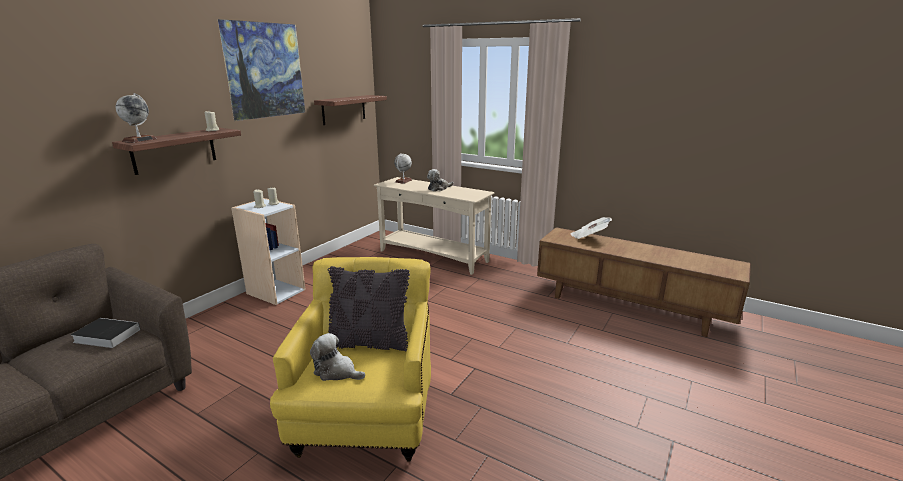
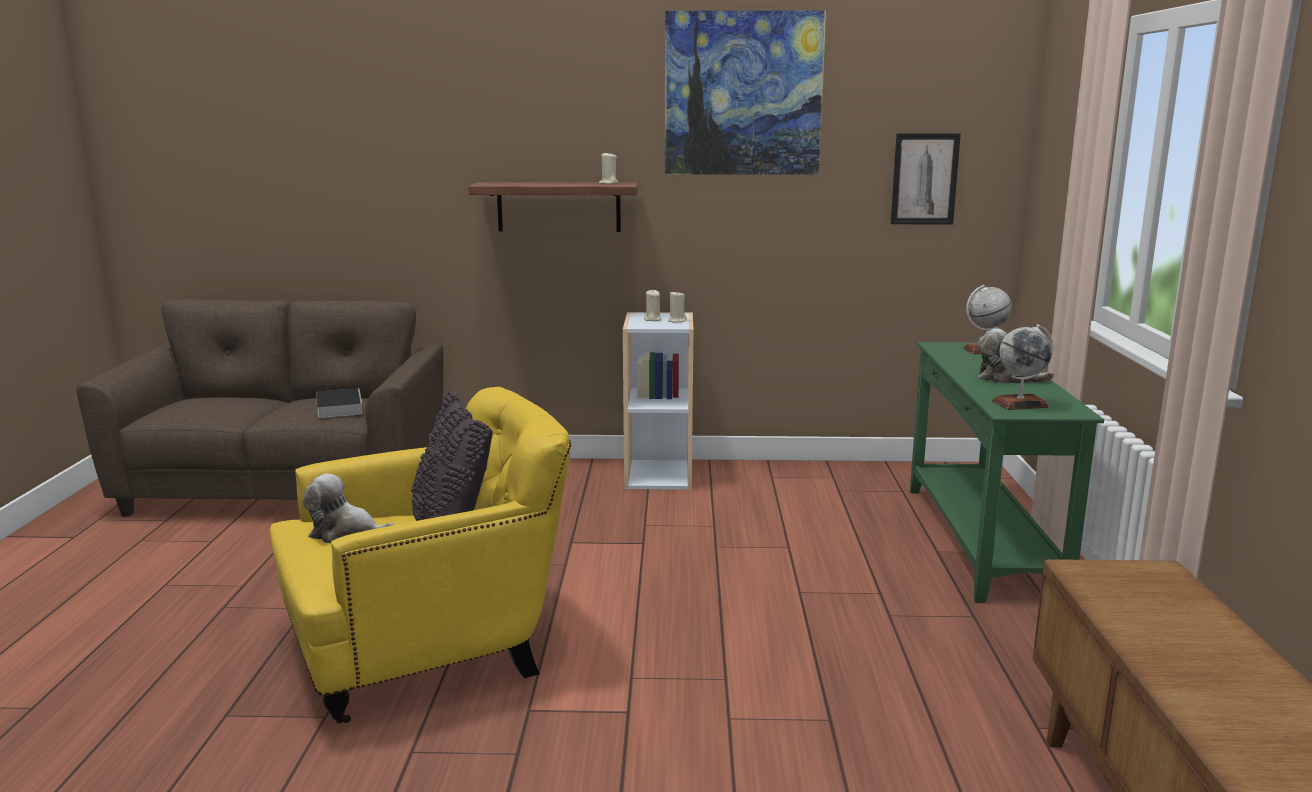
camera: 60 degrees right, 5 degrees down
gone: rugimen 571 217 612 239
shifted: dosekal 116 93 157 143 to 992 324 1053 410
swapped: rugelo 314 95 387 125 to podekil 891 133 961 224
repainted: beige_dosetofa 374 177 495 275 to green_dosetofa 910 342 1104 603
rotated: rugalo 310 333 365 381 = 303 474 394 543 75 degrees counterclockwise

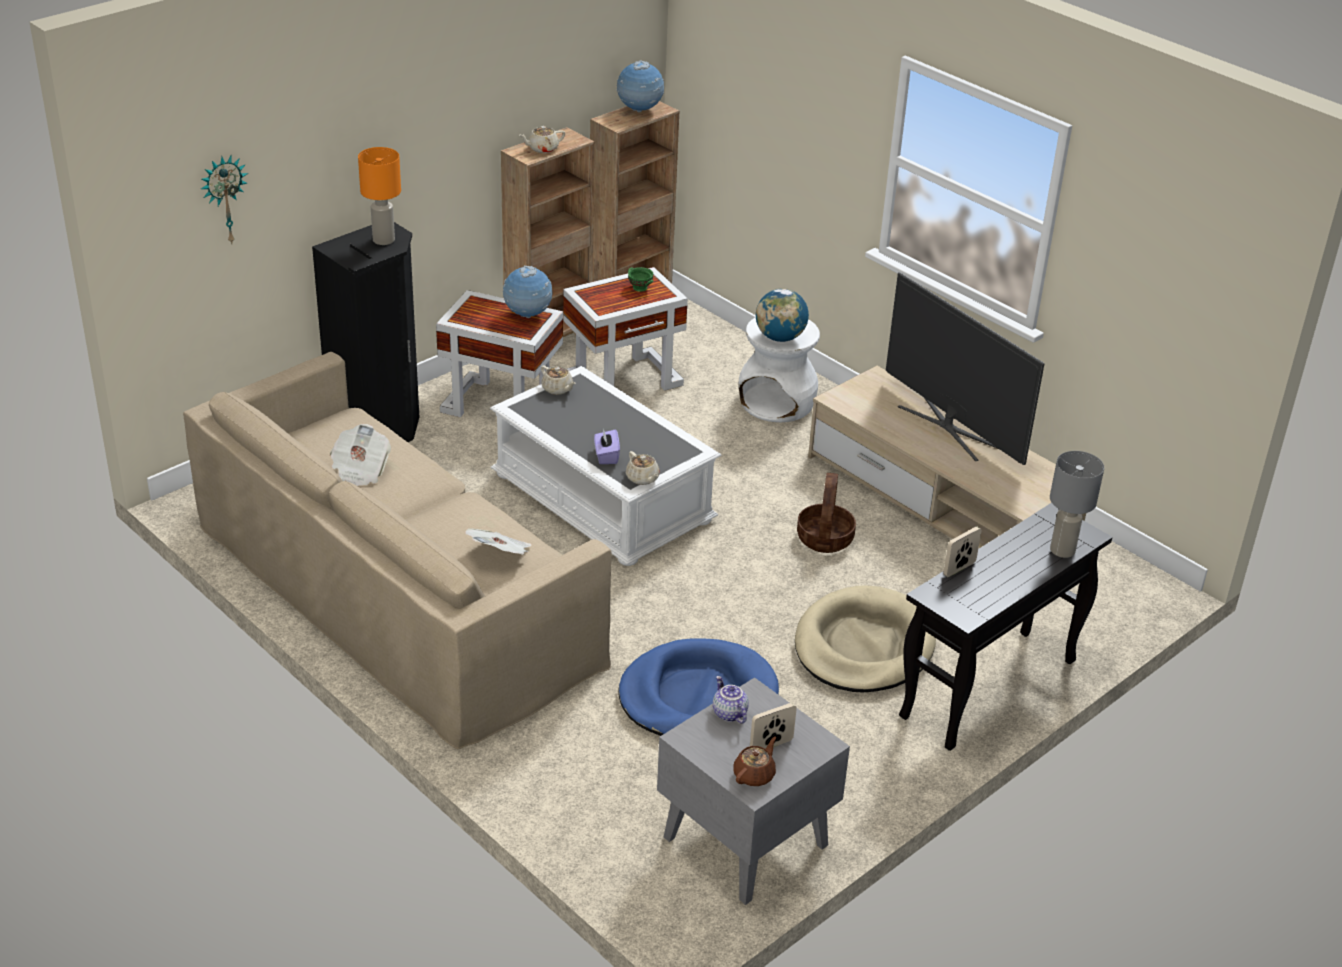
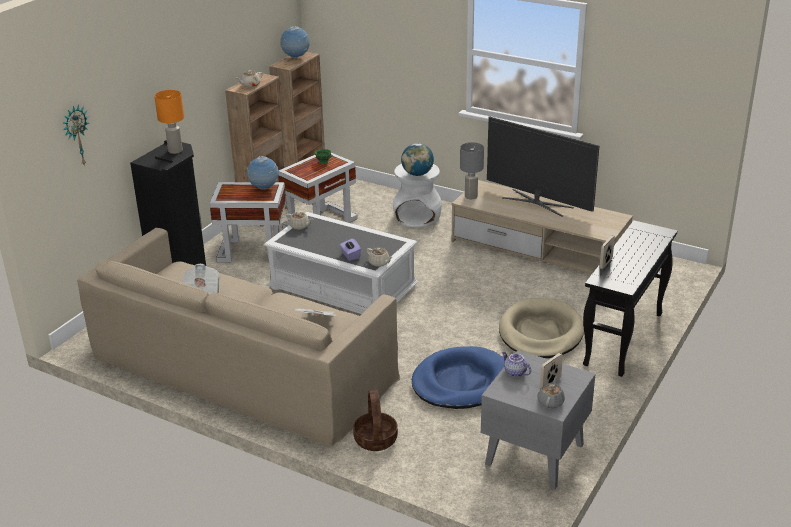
camera: 15 degrees left, 5 degrees down
shifted: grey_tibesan 1050 451 1104 558 to 460 142 484 199; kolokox 797 473 856 553 to 353 390 398 451
repainted: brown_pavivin 733 736 776 786 to grey_pavivin 537 376 565 408

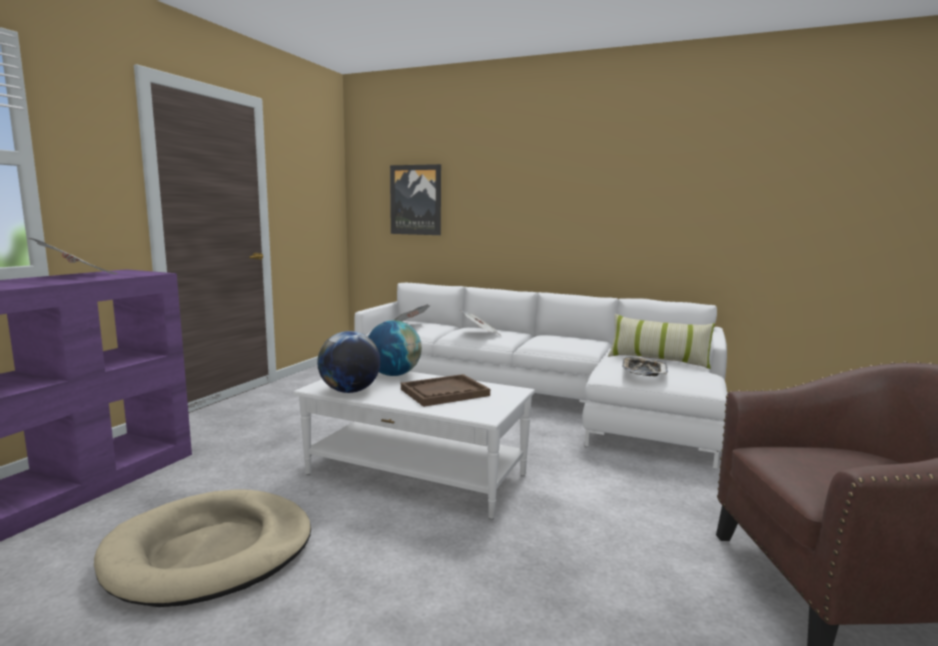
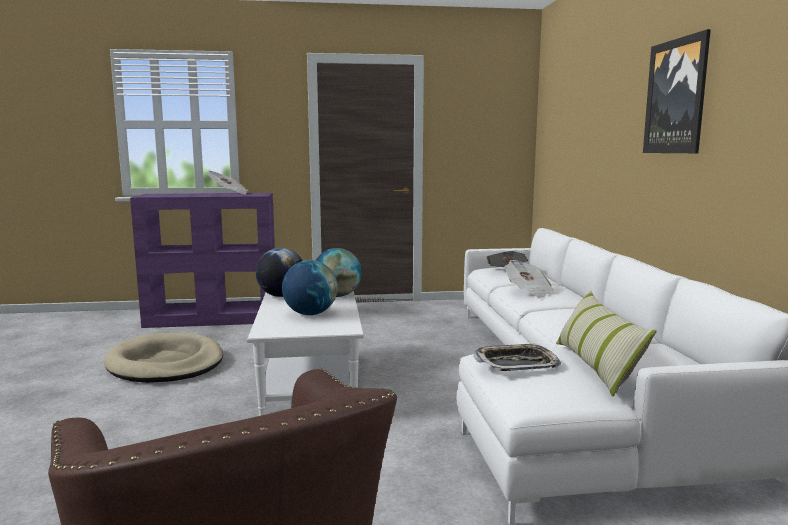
camera: 60 degrees right, 0 degrees up
shifted: podekil 390 164 441 235 to 643 29 711 153
swapped: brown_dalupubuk 401 374 490 407 to dosekal 282 260 338 315

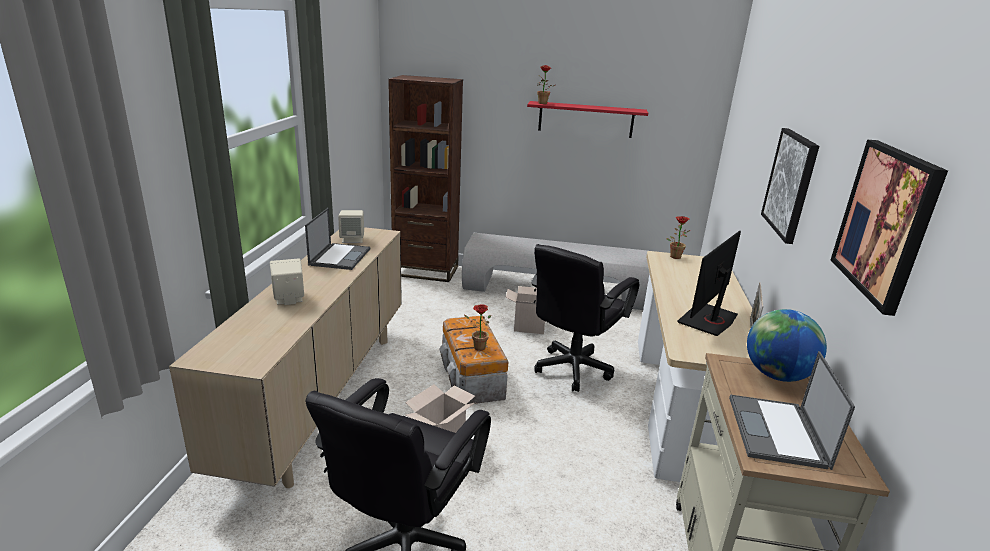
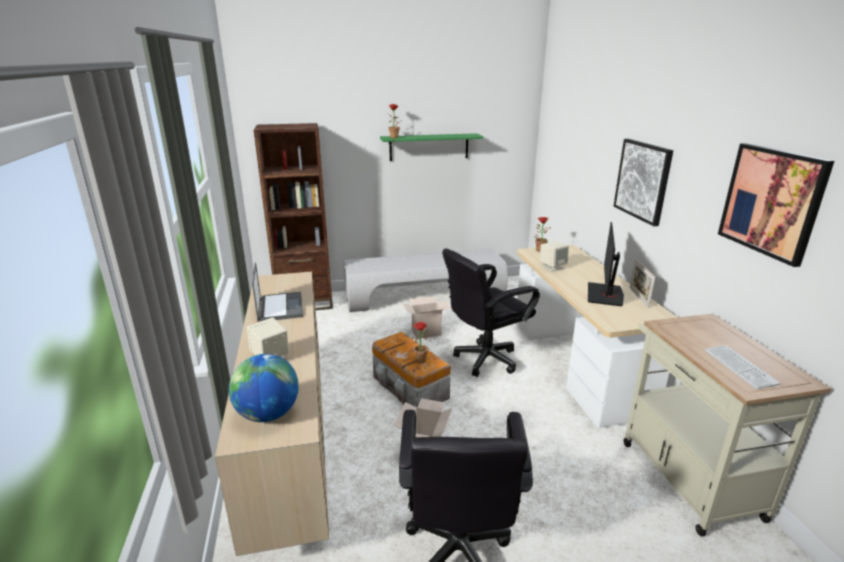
camera: 20 degrees left, 0 degrees up
shifted: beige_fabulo 338 210 364 243 to 540 241 569 271; dosekal 747 309 827 382 to 229 354 299 422
swapped: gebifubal 729 351 855 470 to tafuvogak 705 345 780 389
repainted: red_rugelo 527 101 648 138 to green_rugelo 380 133 483 161
rotated: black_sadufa 531 244 639 392 = 442 248 540 377 45 degrees clockwise

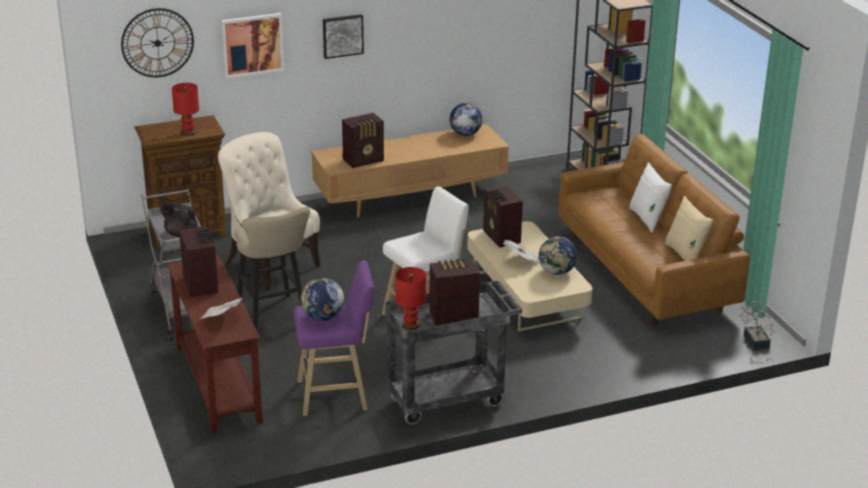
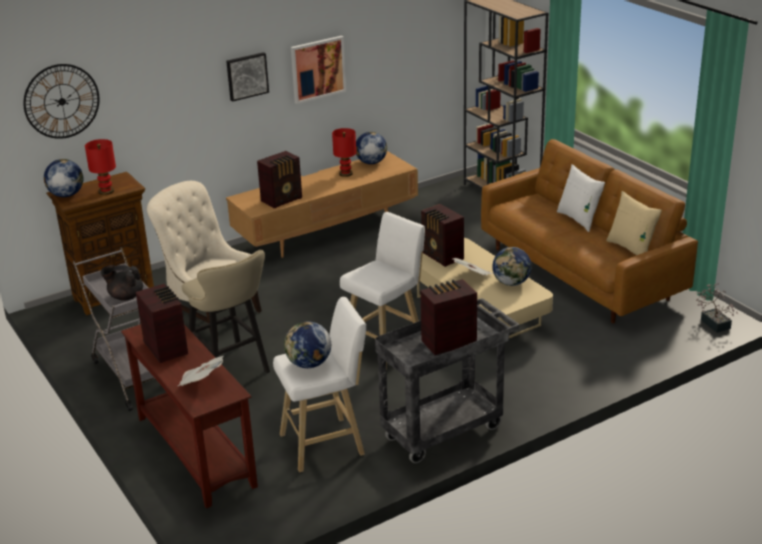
camera: 10 degrees left, 0 degrees up
new: dosekal 44 159 83 197
shifted: podekil 221 13 284 78 to 291 36 346 104; red_tibesan 395 267 426 330 to 332 128 356 177
repainted: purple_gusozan 294 260 375 416 to white_gusozan 273 297 366 472

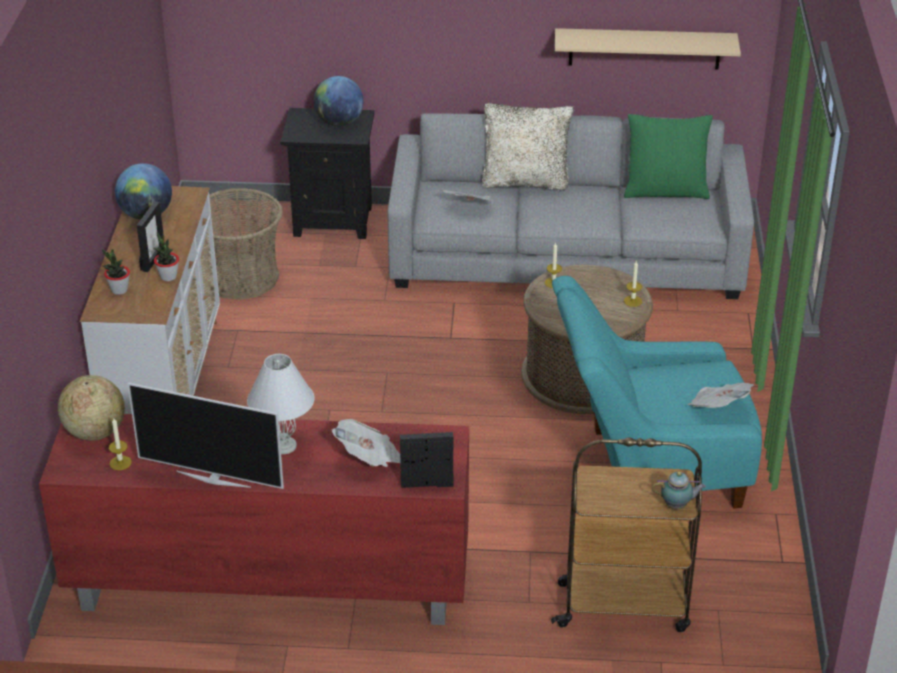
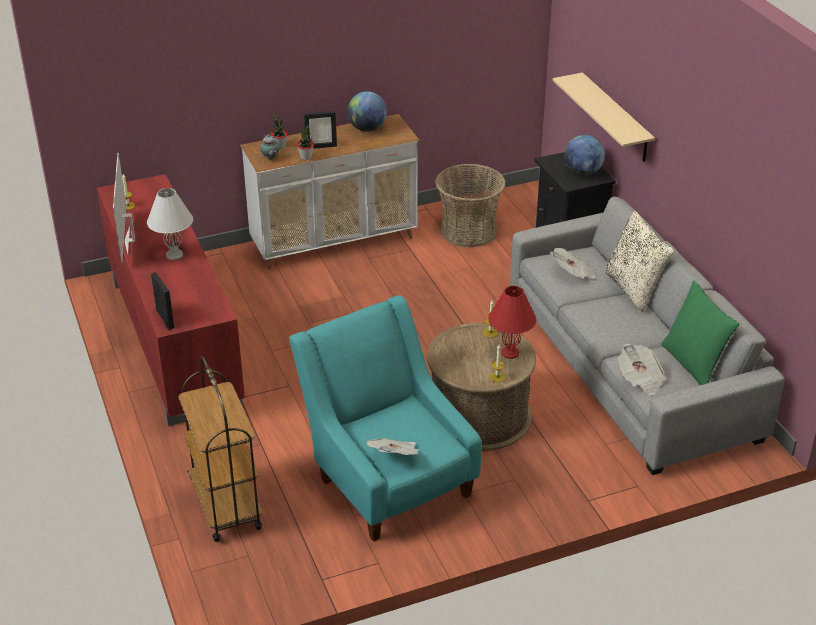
camera: 65 degrees right, 0 degrees up
gone: dosekal 58 375 125 441
new: red_tibesan 488 286 536 359
shifted: beige_rugelo 555 28 741 70 to 553 73 655 162; rugimen 332 419 400 467 to 617 343 666 395; pavivin 652 471 706 510 to 260 134 279 159

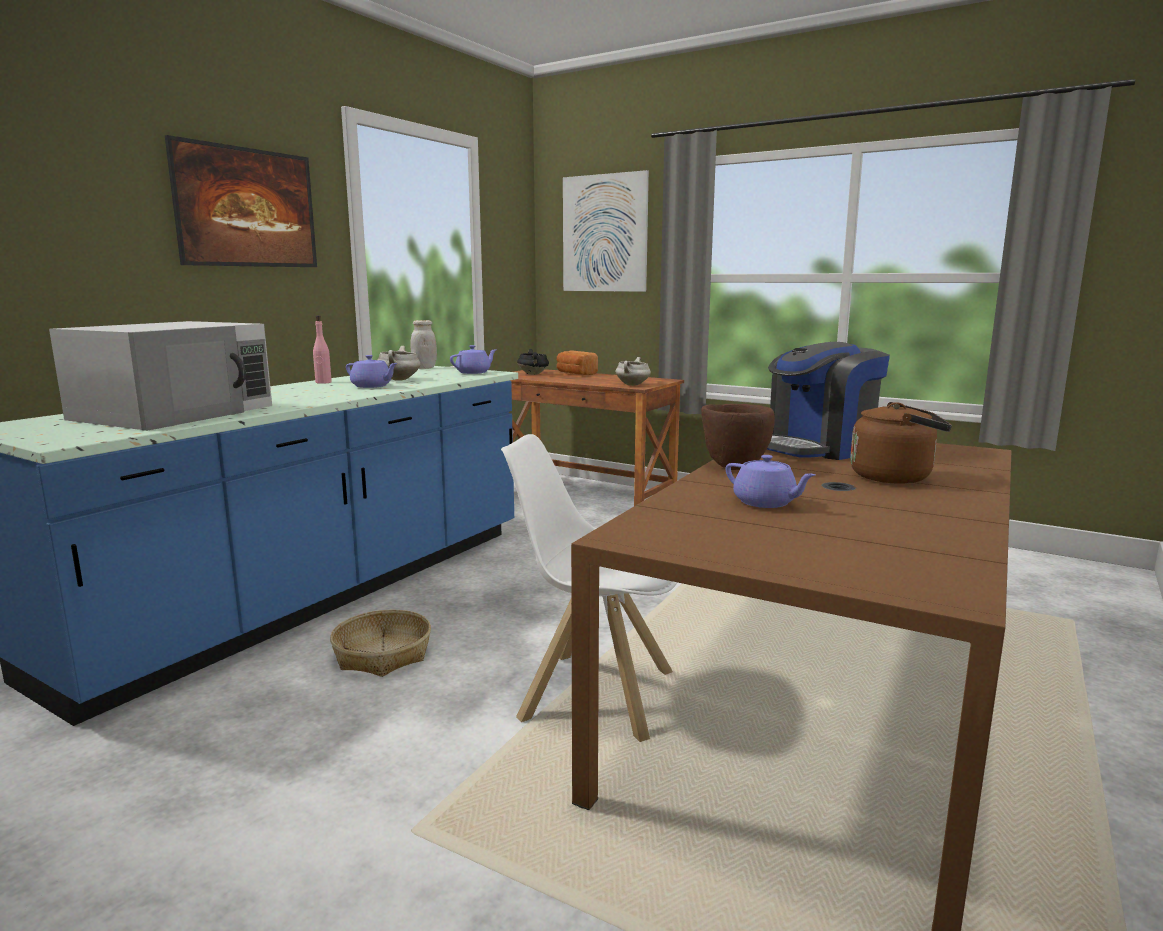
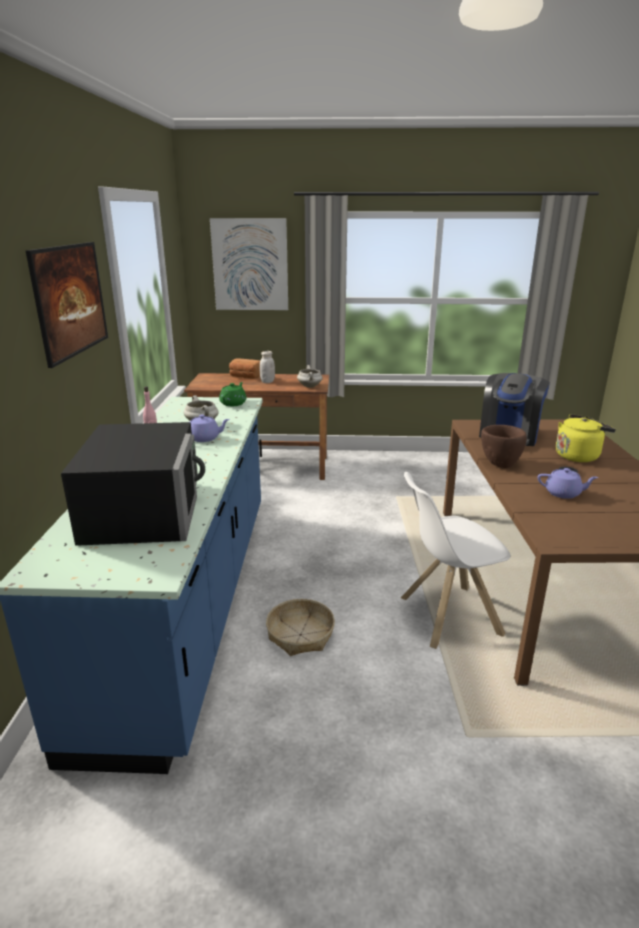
camera: 30 degrees left, 10 degrees up
gone: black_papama 517 349 549 375
shifted: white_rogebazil 410 320 437 369 to 259 351 275 383
repainted: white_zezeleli 49 321 272 431 to black_zezeleli 61 422 205 546; purple_pavivin 450 345 497 374 to green_pavivin 219 382 247 406; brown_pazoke 850 402 952 484 to yellow_pazoke 556 414 616 462

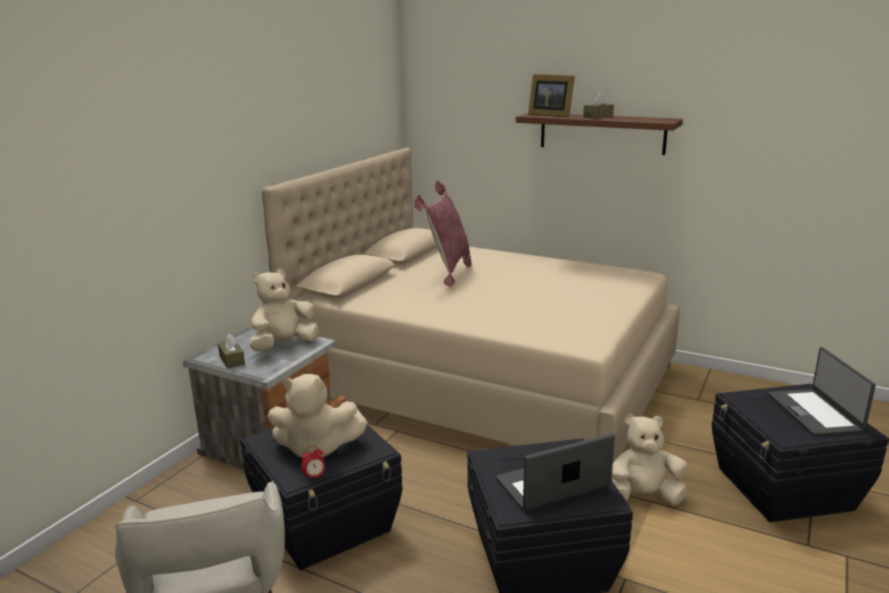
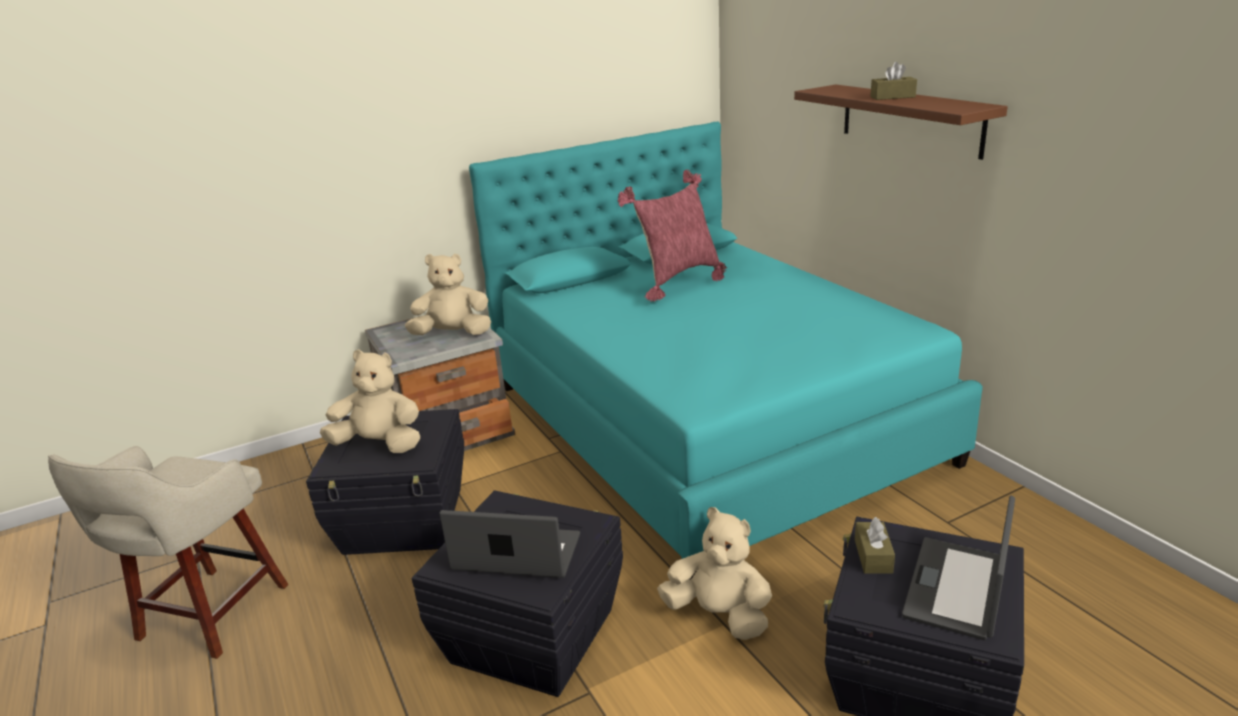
camera: 35 degrees right, 5 degrees up
gone: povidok 528 74 575 117; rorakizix 301 446 325 482
shifted: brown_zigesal 218 334 245 369 to 855 517 895 573
repainted: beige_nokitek 262 147 680 462 to turquoise_nokitek 469 122 983 580
rotated: beige_rugalo 268 374 368 458 = 320 349 420 453 150 degrees clockwise

